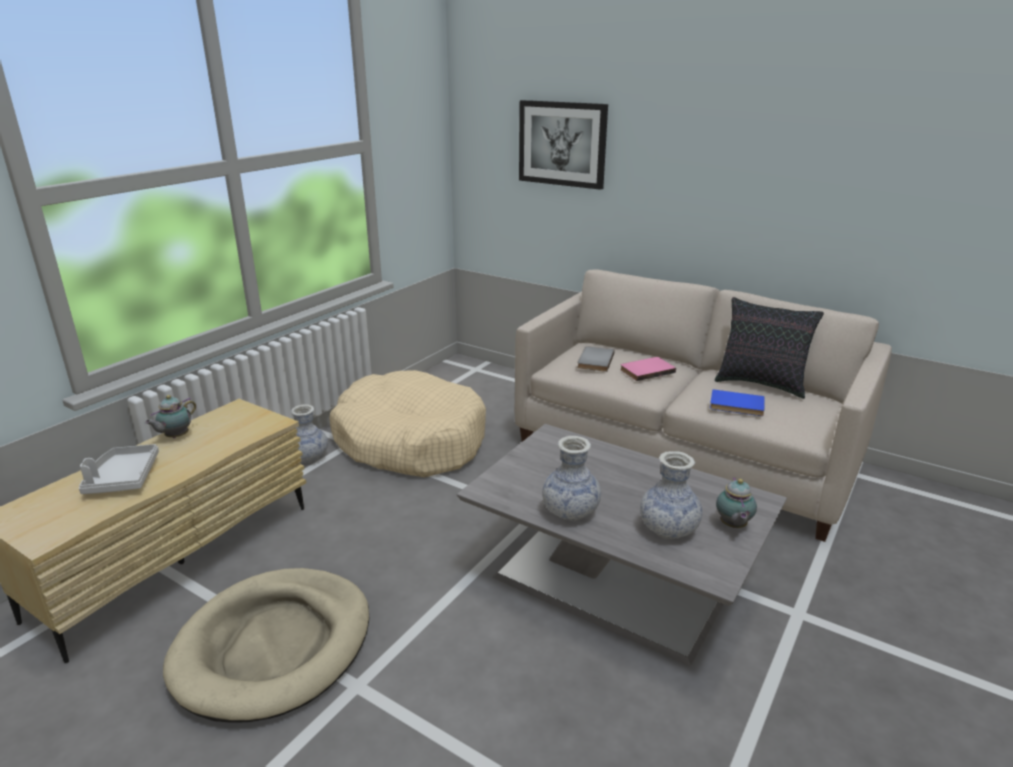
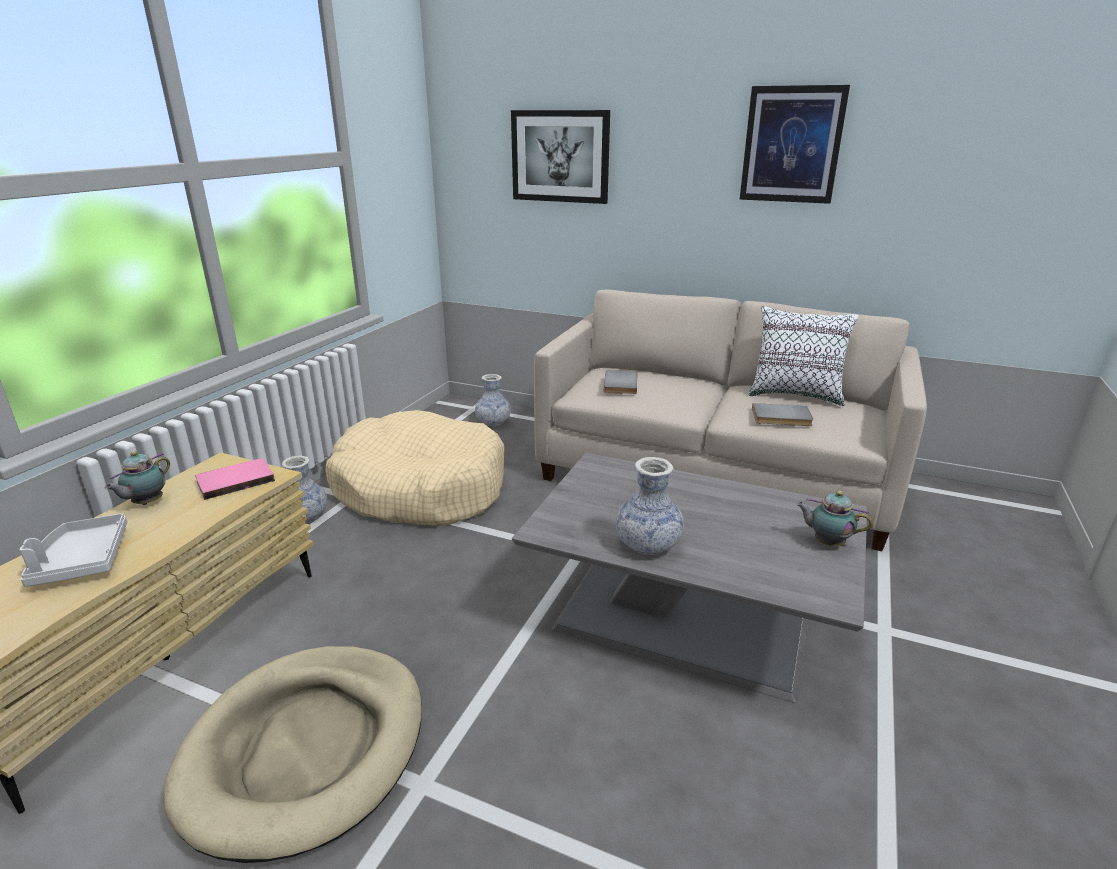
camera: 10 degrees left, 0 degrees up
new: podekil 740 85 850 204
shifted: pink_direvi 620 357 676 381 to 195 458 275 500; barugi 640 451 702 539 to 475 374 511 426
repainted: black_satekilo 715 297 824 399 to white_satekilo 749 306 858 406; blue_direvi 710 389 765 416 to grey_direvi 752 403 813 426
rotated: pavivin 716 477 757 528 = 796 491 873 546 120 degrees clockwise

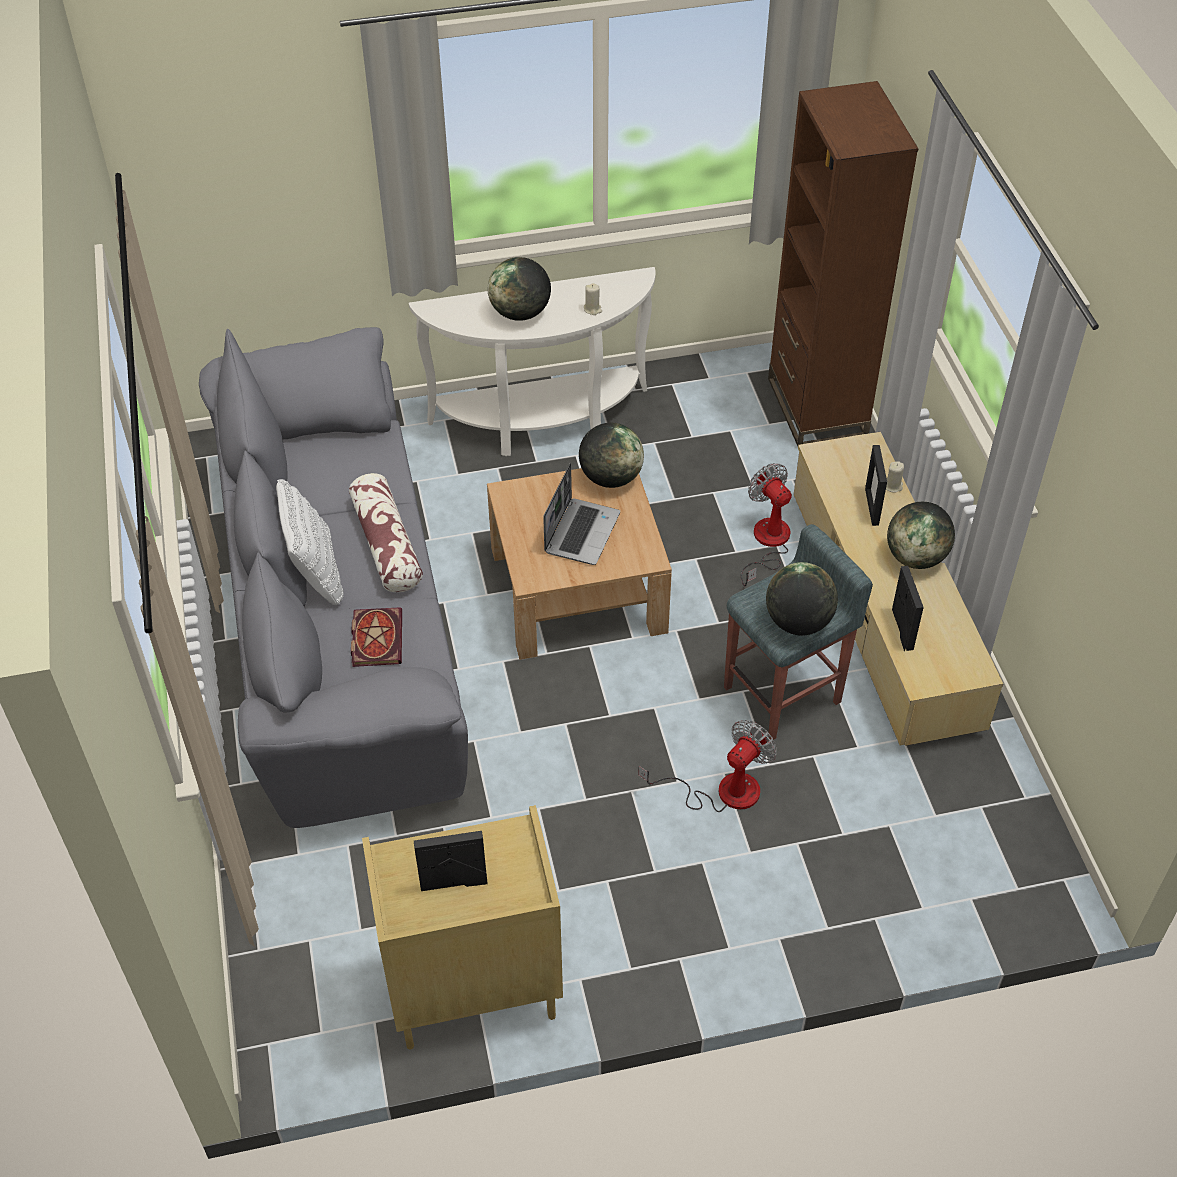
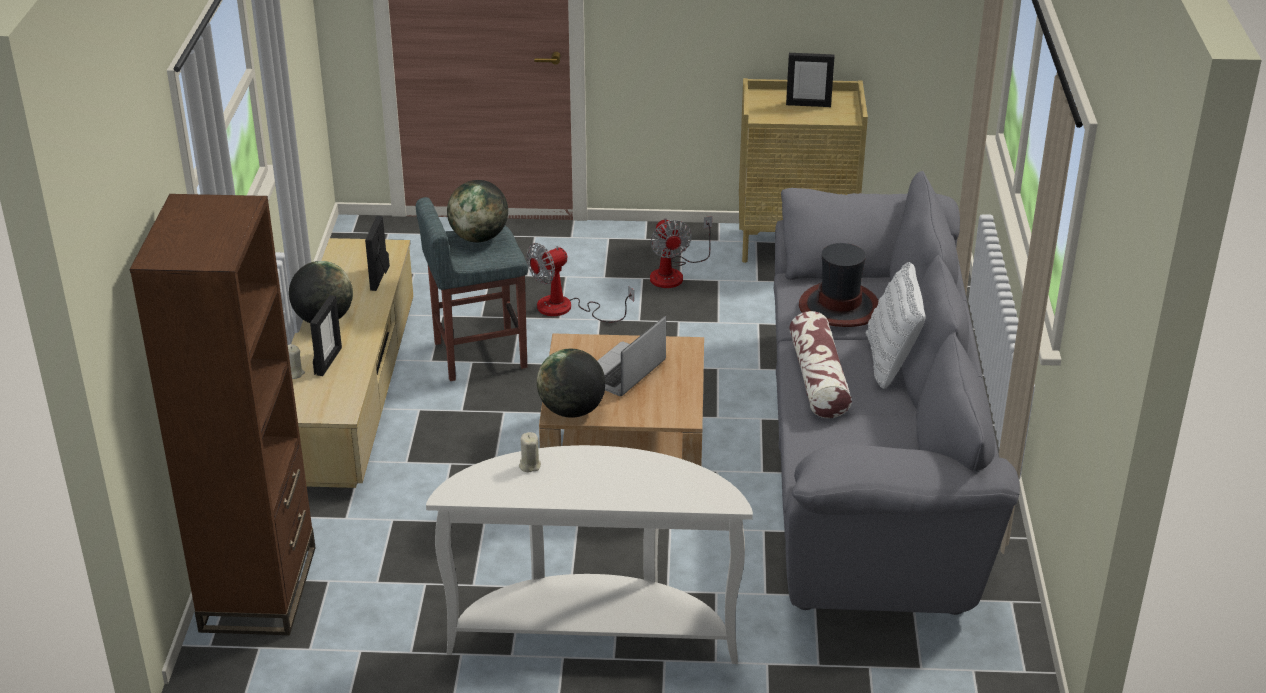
camera: 165 degrees left, 15 degrees down
gone: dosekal 488 257 551 321
shifted: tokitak 741 463 792 586 to 650 216 712 288
swapped: direvi 351 607 402 667 to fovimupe 799 243 878 327

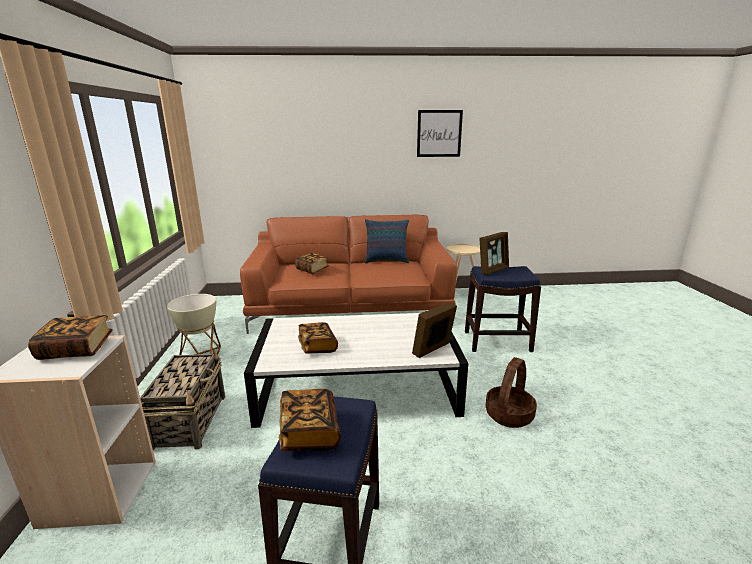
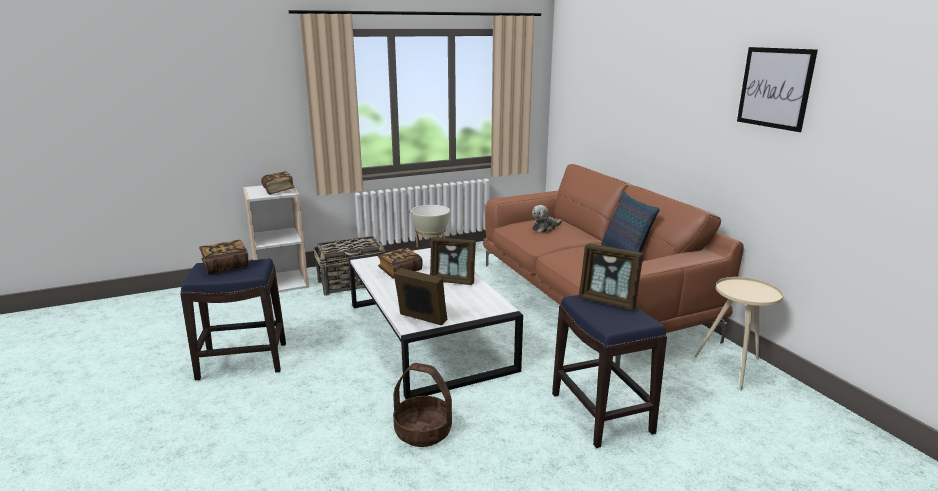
camera: 70 degrees right, 0 degrees up
new: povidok 430 237 476 285
swapped: direvi 295 253 329 274 to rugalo 532 205 562 233

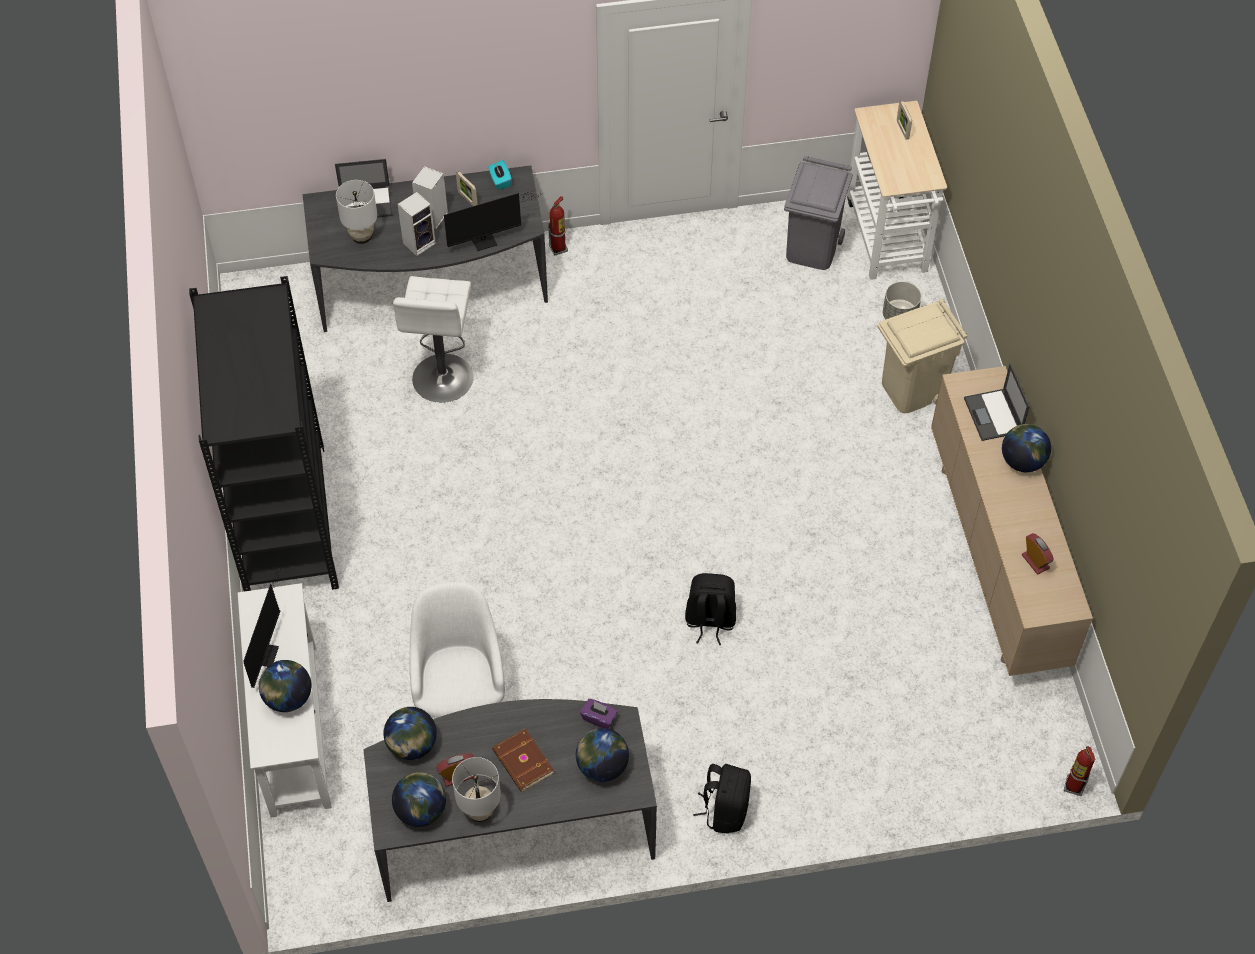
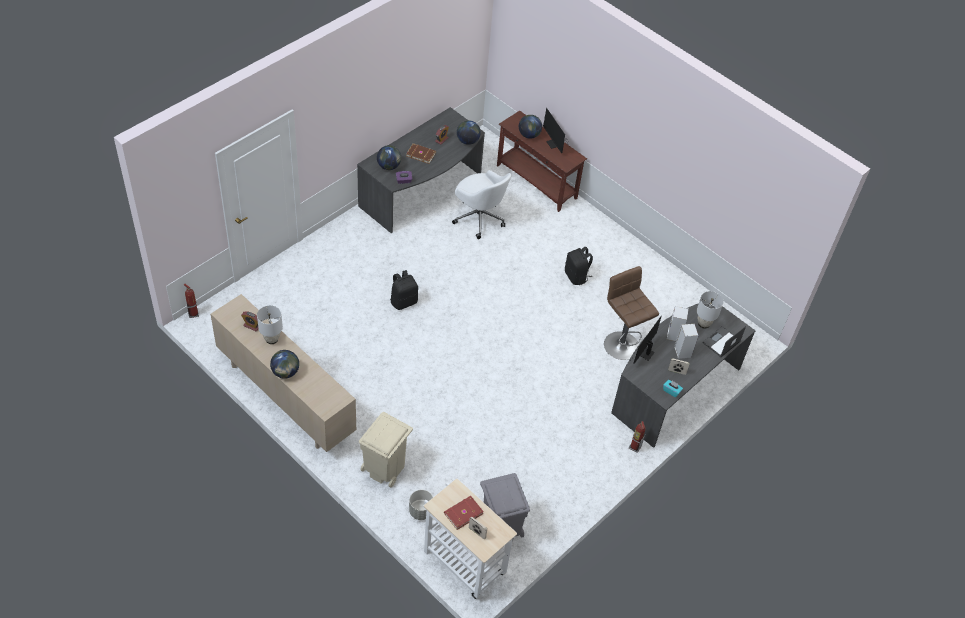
camera: 140 degrees right, 5 degrees down
gone: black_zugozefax 189 276 339 591; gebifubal 964 364 1030 441; dosekal 392 772 446 827
new: red_direvi 444 496 483 530
shifted: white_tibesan 452 757 501 822 to 257 305 283 344; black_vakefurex 693 764 751 834 to 565 247 593 285
repainted: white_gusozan 393 276 474 403 to brown_gusozan 604 266 659 360; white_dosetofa 238 583 332 817 to brown_dosetofa 497 111 587 212

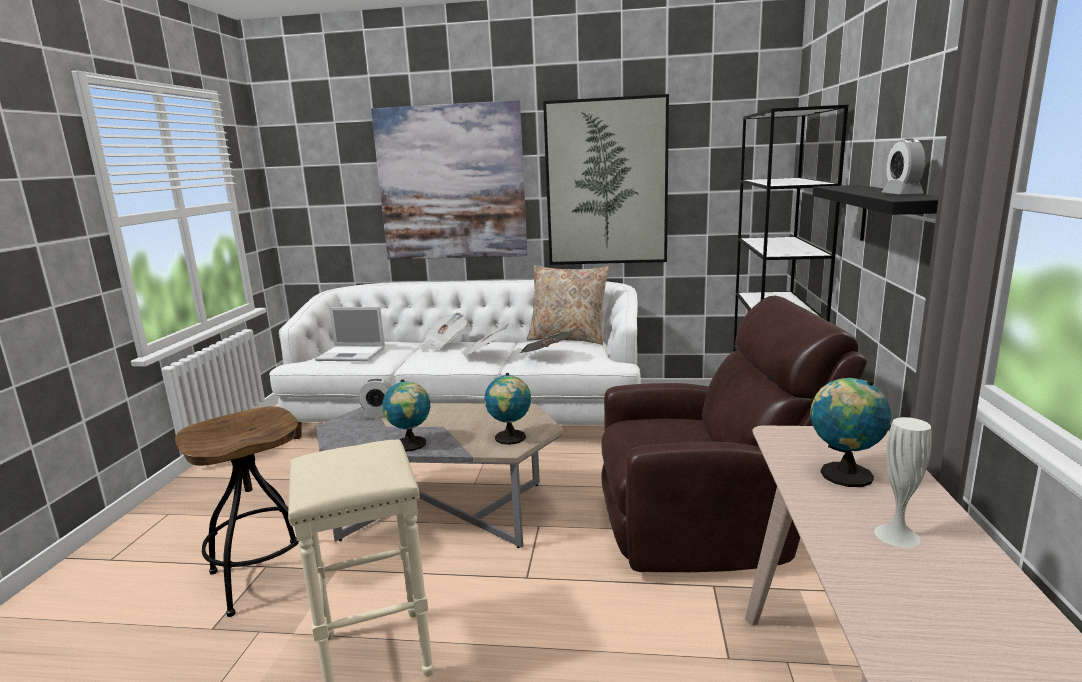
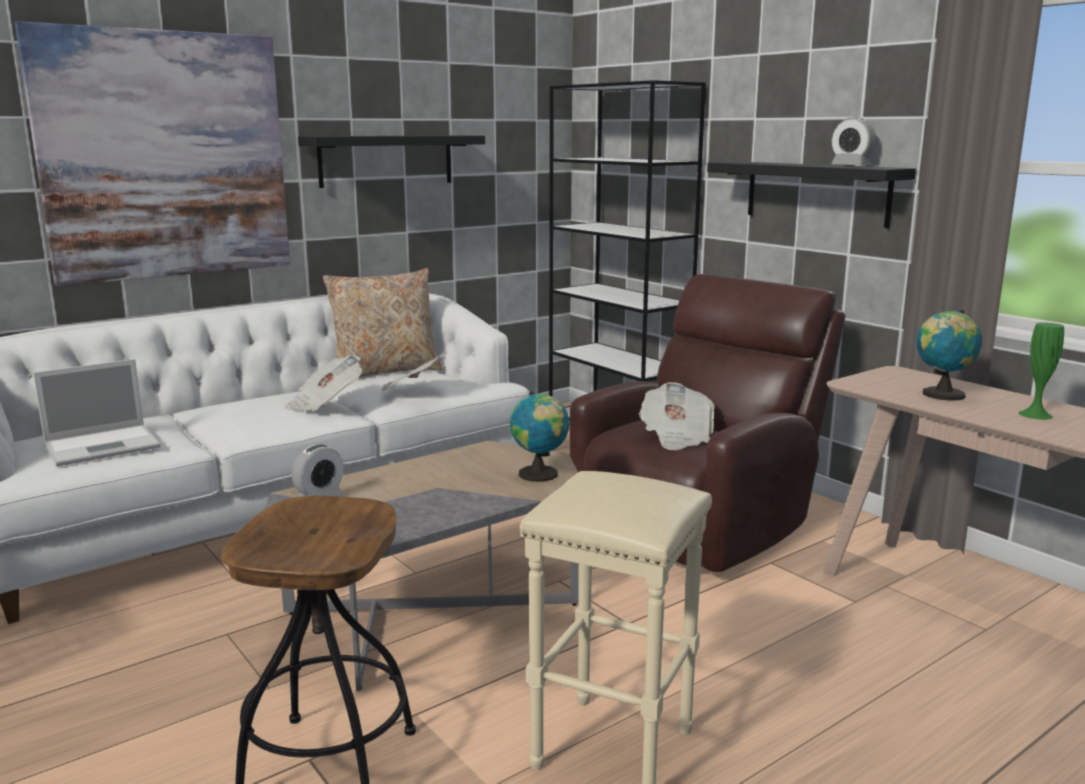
camera: 45 degrees left, 0 degrees up
gone: dosekal 382 379 430 451
shifted: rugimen 418 312 467 350 to 639 382 715 450
swapped: podekil 543 94 669 265 to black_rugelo 298 135 485 188
repainted: white_barugi 874 417 932 548 to green_barugi 1018 322 1064 420

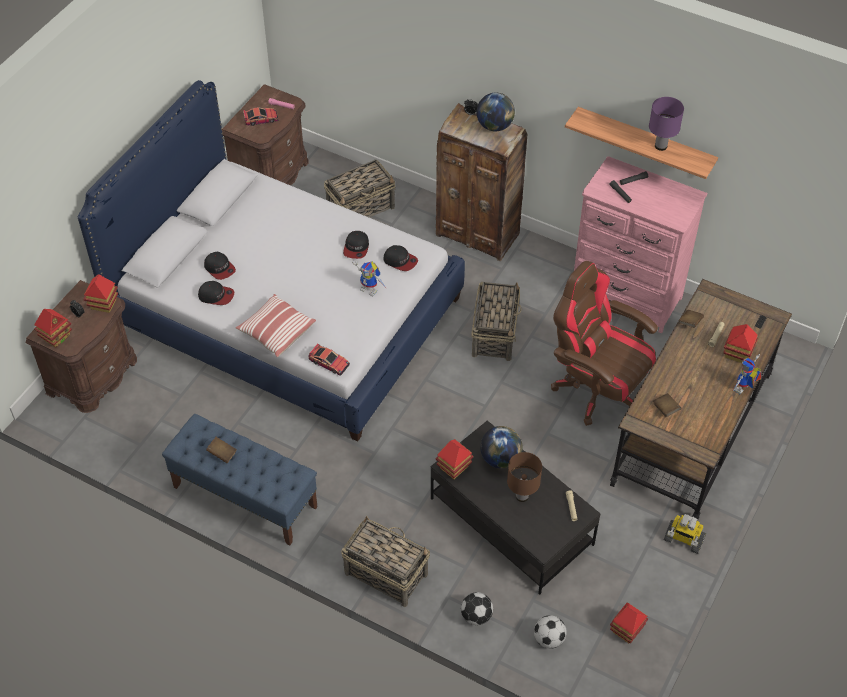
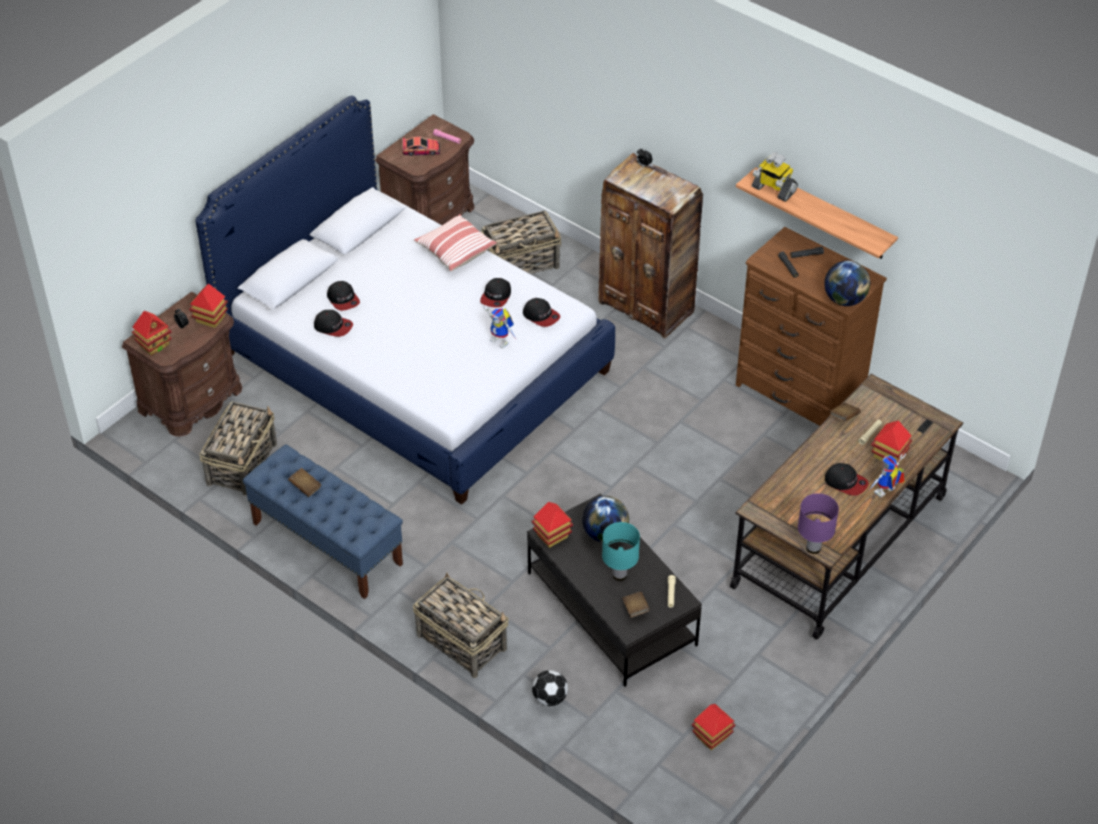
camera: 10 degrees right, 5 degrees down
gone: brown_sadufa 551 261 658 426; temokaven 309 344 350 376; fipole 534 615 567 649
new: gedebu 825 463 869 496
shifted: dosekal 477 93 515 131 to 824 261 870 306; purple_tibesan 649 97 684 151 to 798 493 839 554; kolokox 471 282 522 361 to 200 401 277 496; satekilo 236 294 316 357 to 414 214 497 271; brown_direvi 653 393 682 417 to 622 592 650 617; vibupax 664 514 706 554 to 752 152 798 202
repainted: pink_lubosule 574 156 707 333 to brown_lubosule 736 227 887 426; brown_tibesan 507 452 542 502 to turquoise_tibesan 602 522 640 581

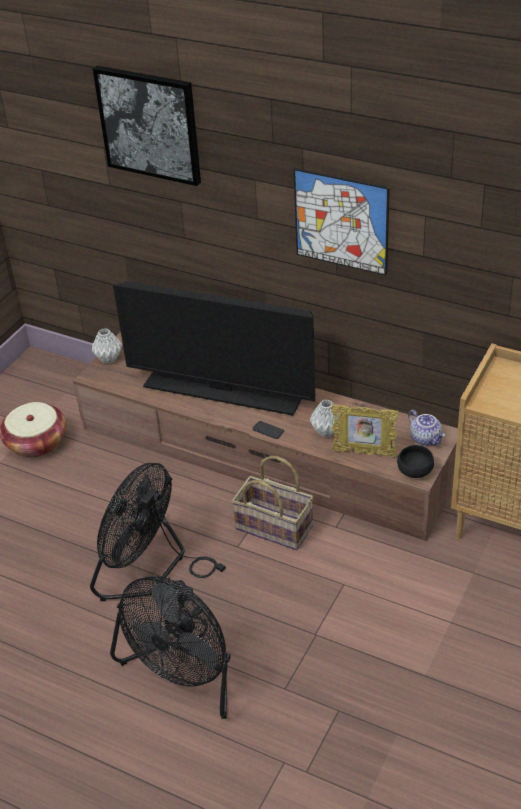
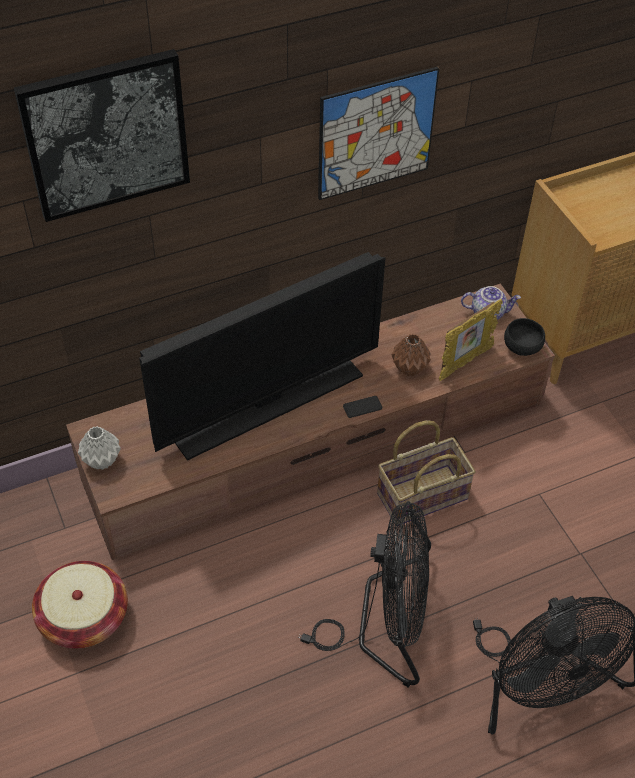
camera: 55 degrees left, 10 degrees up
repainted: grey_barugi 310 400 338 438 to brown_barugi 391 334 431 376
rotated: black_tokitak 90 463 226 601 = 298 501 431 688 150 degrees counterclockwise

